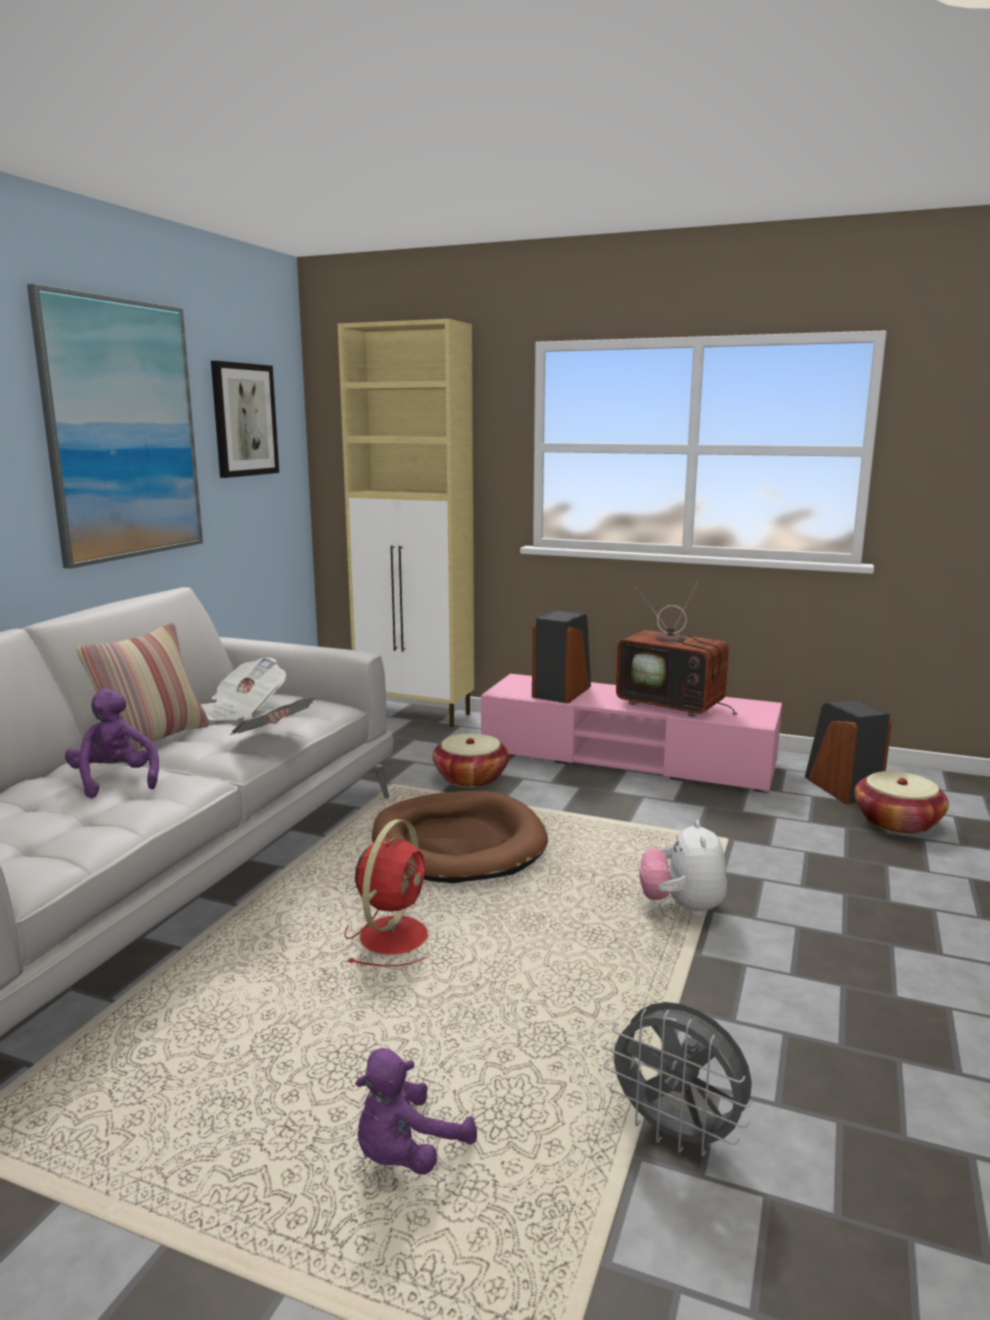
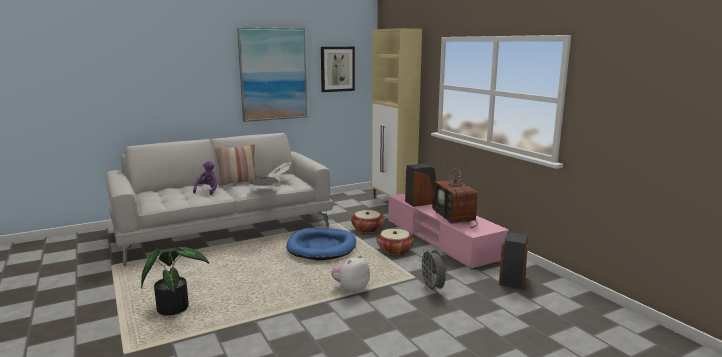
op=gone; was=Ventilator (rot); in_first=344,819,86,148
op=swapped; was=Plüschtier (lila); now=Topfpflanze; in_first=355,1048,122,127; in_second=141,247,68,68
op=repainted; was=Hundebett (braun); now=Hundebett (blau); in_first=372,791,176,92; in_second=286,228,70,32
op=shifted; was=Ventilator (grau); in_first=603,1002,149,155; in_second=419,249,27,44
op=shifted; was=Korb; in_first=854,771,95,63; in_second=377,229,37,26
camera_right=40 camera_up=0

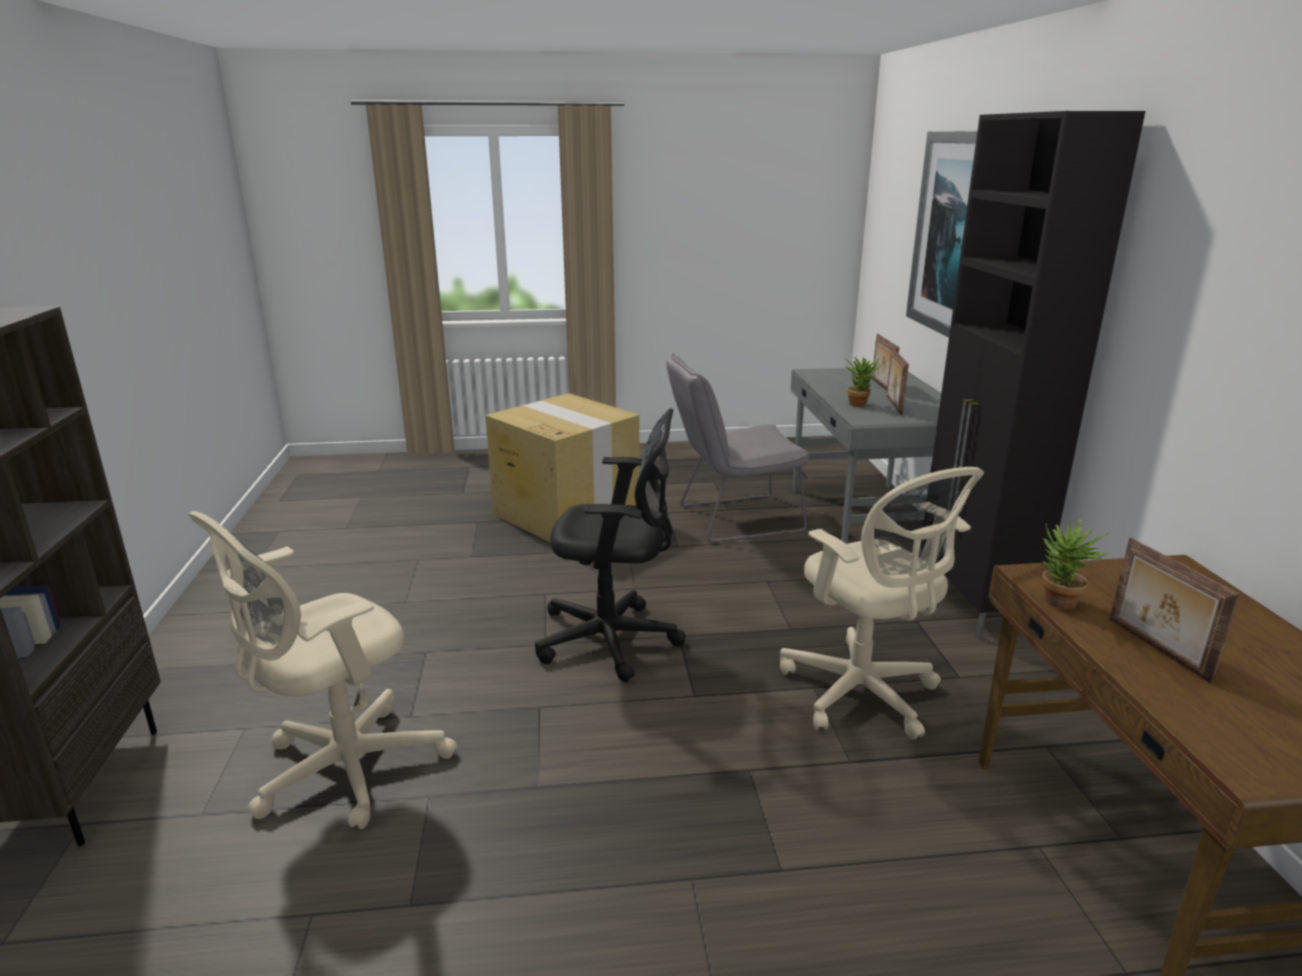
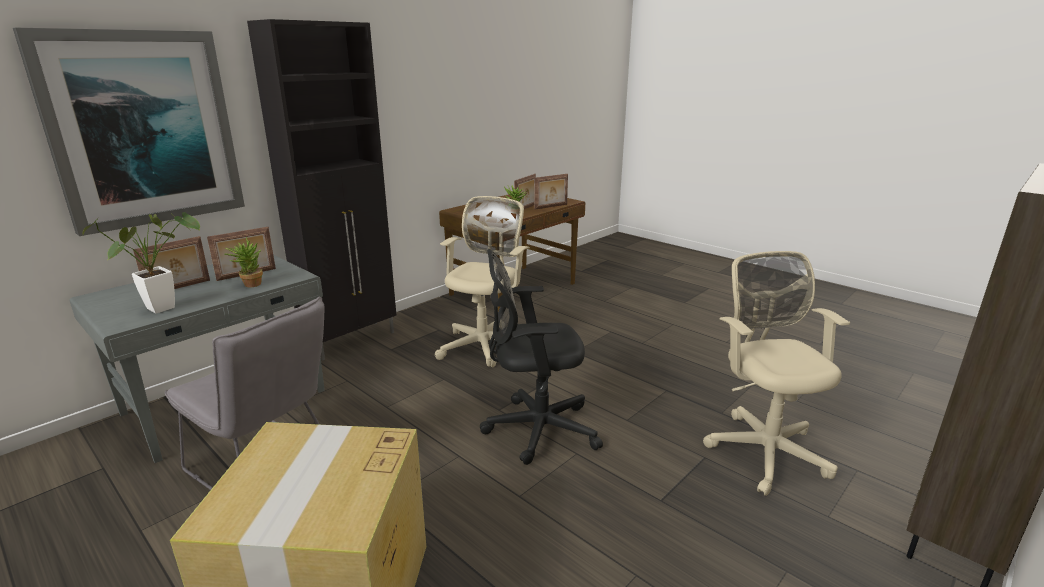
op=rotated; was=Bürostuhl (beige); in_first=188,511,269,318; in_second=703,251,147,245; clockwise=-105
op=rotated; was=Bürostuhl (schwarz); in_first=535,408,151,274; in_second=480,249,123,216; clockwise=-60
op=new; now=Topfpflanze; in_second=83,212,117,101
op=new; now=Bilderrahmen; in_second=534,174,34,36
camera_right=-130 camera_up=0

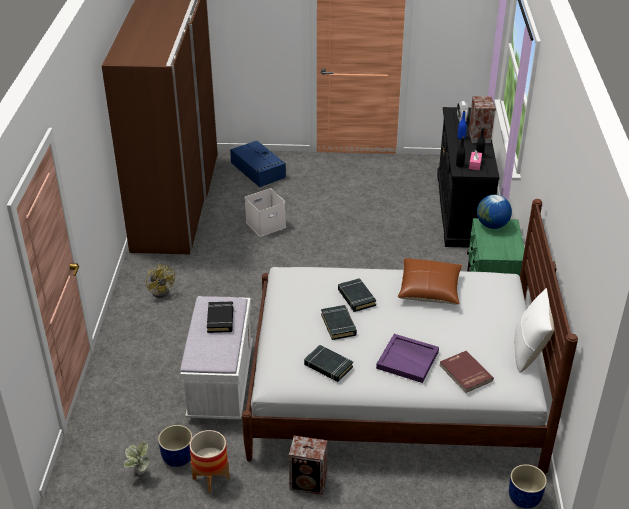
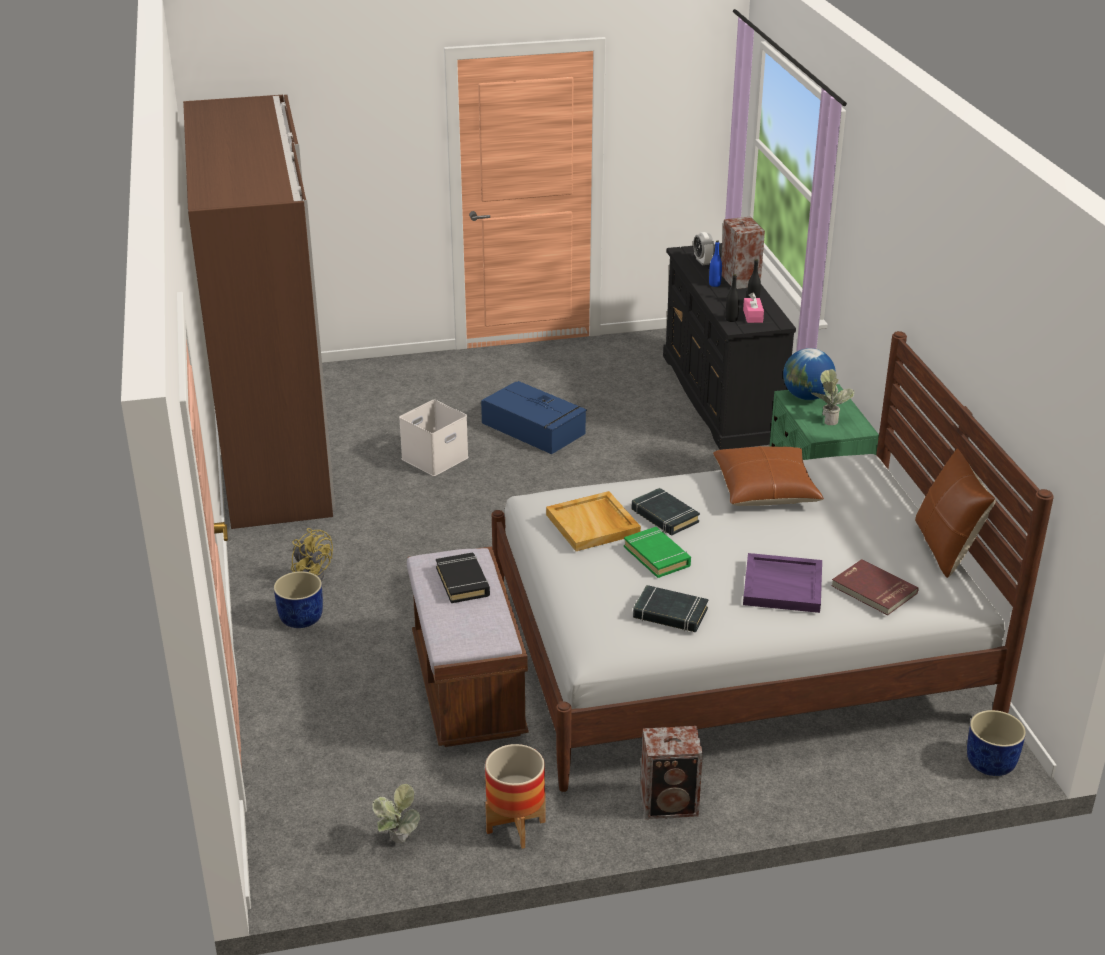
op=shifted; was=Pflanzkübel (blau); in_first=158,425,35,42; in_second=274,571,49,57
op=repainted; was=Bank (weiß); now=Bank (braun); in_first=180,296,73,123; in_second=407,546,121,201
op=shifted; was=Aufbewahrungsbox (blau); in_first=230,141,56,46; in_second=481,381,106,73
op=repainted; was=Buch (schwarz); now=Buch (grün); in_first=321,305,36,35; in_second=624,527,67,51
op=repainted; was=Kissen (weiß); now=Kissen (braun); in_first=514,288,40,85; in_second=915,449,81,129
op=new; now=Tablett (beige); in_second=546,491,95,60
op=new; now=Topfpflanze; in_second=810,369,45,56
camera_right=-15 camera_up=-5

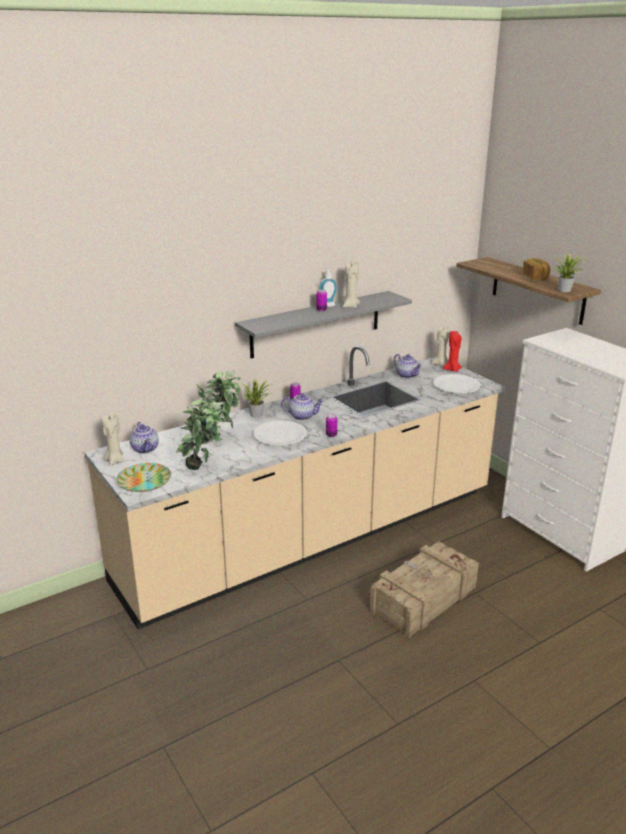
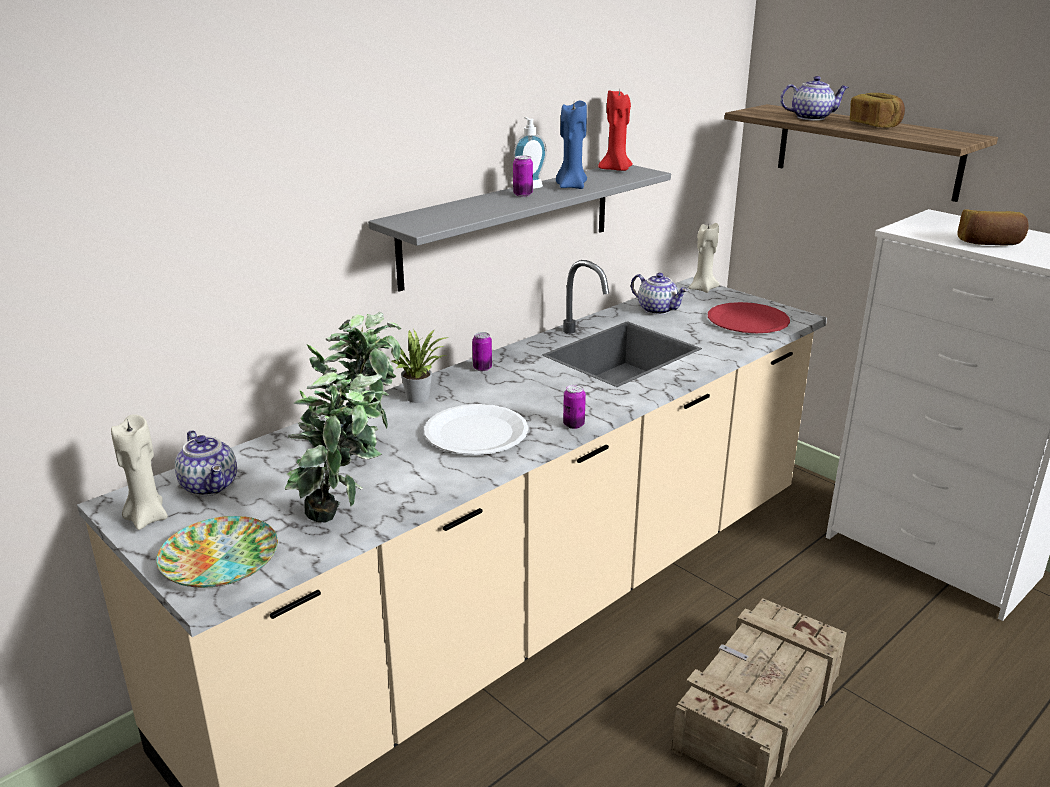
op=shifted; was=Teekanne; in_first=281,393,43,27; in_second=780,76,69,45
op=repainted; was=Kerze (beige); now=Kerze (blau); in_first=343,261,17,47; in_second=556,101,31,88
op=repainted; was=Teller (weiß); now=Teller (rot); in_first=433,374,47,19; in_second=708,302,82,31
op=shifted; was=Kerze (rot); in_first=443,331,19,41; in_second=598,90,35,81
op=gone; was=Topfpflanze; in_first=554,253,31,39
op=new; now=Brot; in_second=957,209,72,36
camera_right=-10 camera_up=0

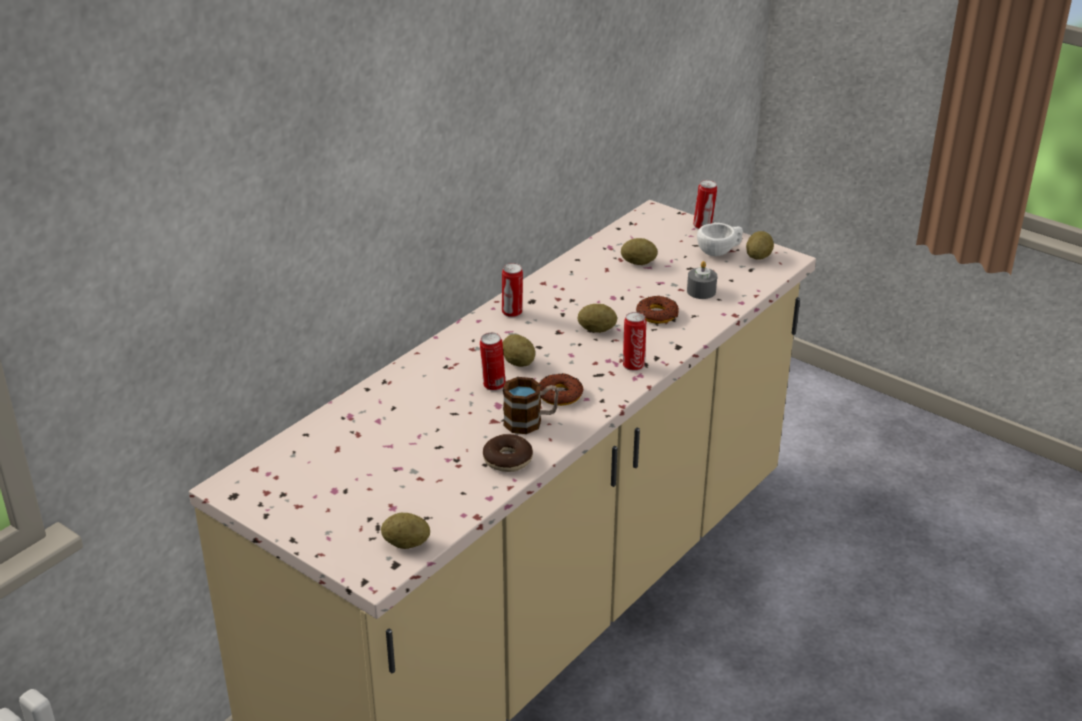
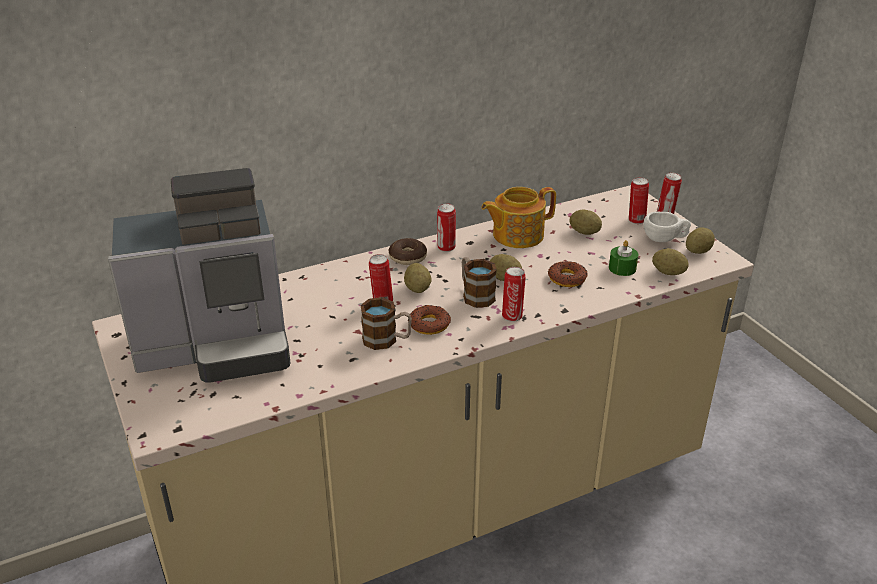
op=shifted; was=Kartoffel; in_first=381,513,49,36; in_second=652,248,36,27
op=shifted; was=Donut; in_first=483,434,50,38; in_second=389,238,38,27
op=repainted; was=Kerze (grau); now=Kerze (grün); in_first=687,261,30,38; in_second=609,240,29,36
op=new; now=Kaffeemaschine; in_second=108,168,183,214
op=new; now=Henkelbecher; in_second=462,257,35,51
op=new; now=Teekanne; in_second=481,187,75,61
op=new; now=Dose; in_second=629,177,20,47
camera_right=25 camera_up=0

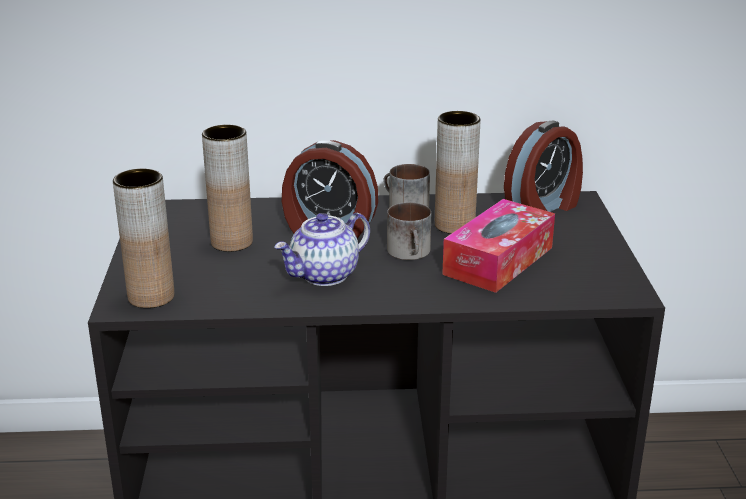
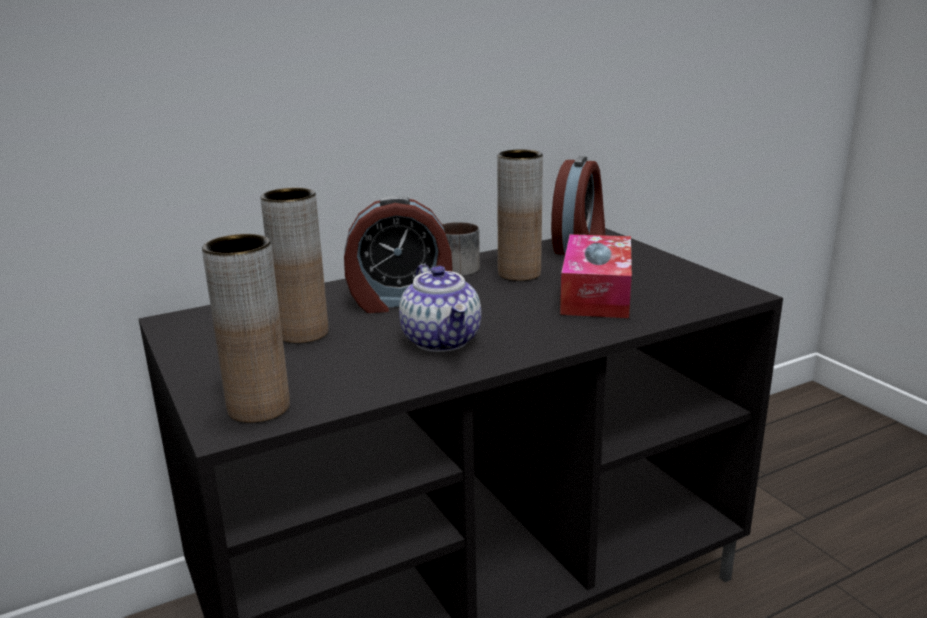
op=rotated; was=Teekanne; in_first=274,213,96,73; in_second=399,264,82,88; clockwise=-45
op=gone; was=Henkelbecher; in_first=387,202,44,58
camera_right=-25 camera_up=-5

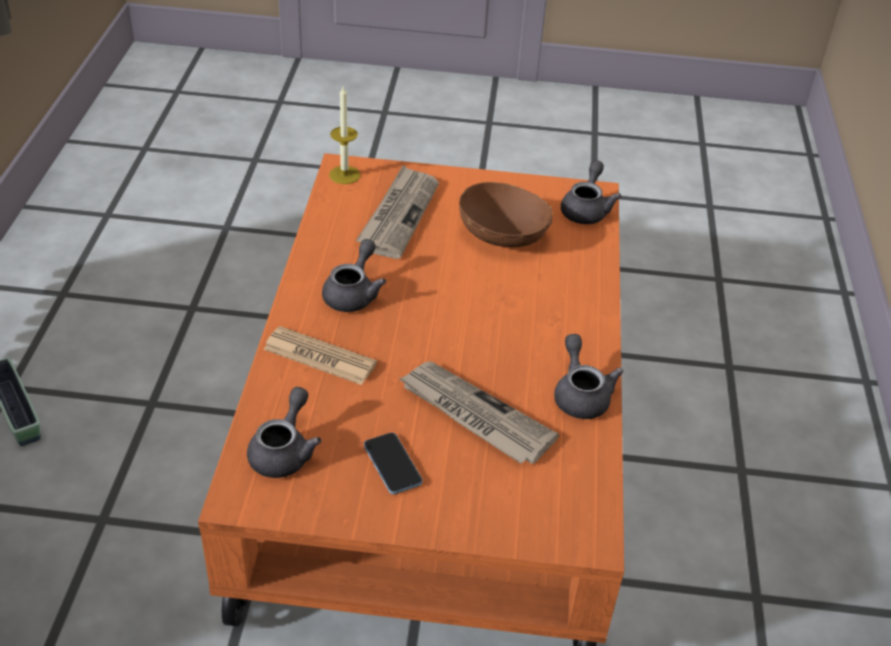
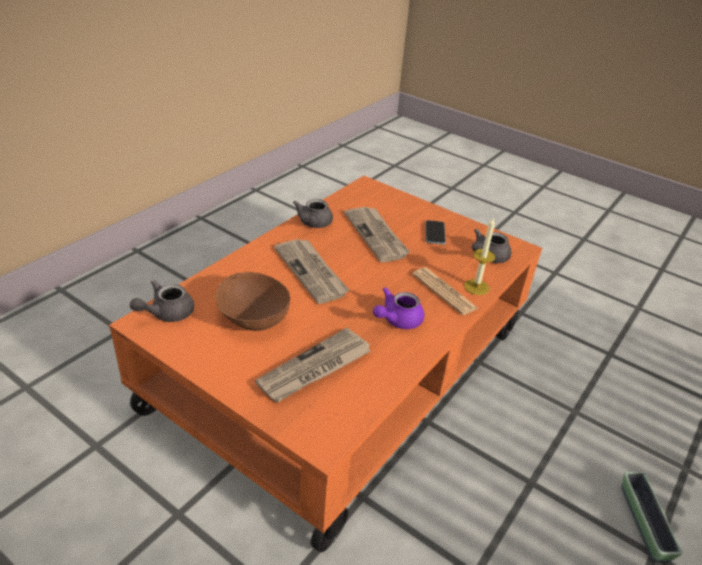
op=repainted; was=Teekanne (grau); now=Teekanne (lila); in_first=322,239,64,73; in_second=373,287,51,42
op=shifted; was=Kerze; in_first=329,86,31,98; in_second=464,217,32,78
op=new; now=Zeitung; in_second=274,239,76,65
camera_right=-150 camera_up=-5

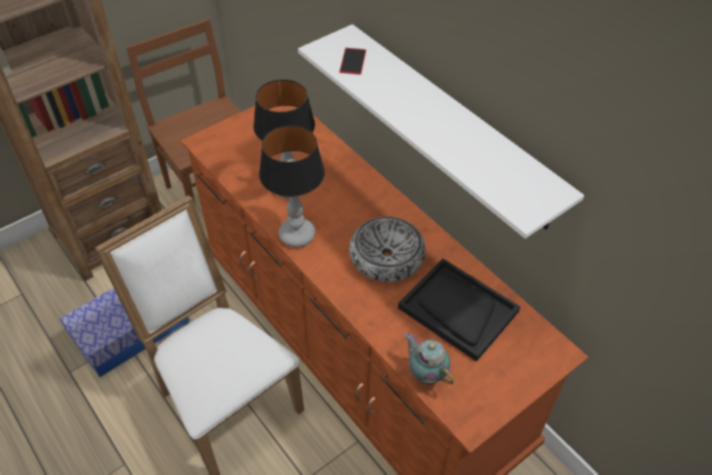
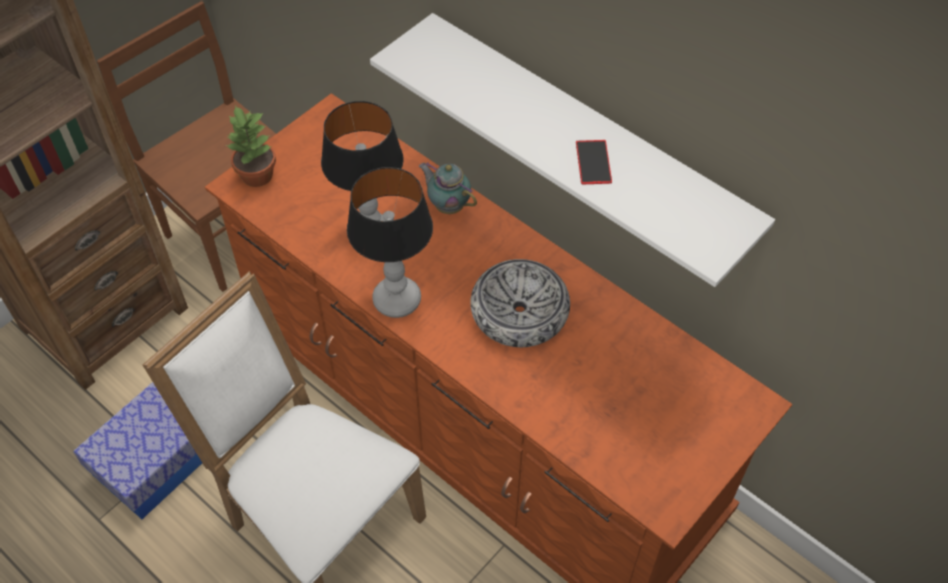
op=shifted; was=Handy; in_first=340,48,26,27; in_second=576,140,36,44
op=gone; was=Tablett (schwarz); in_first=398,258,122,104
op=shifted; was=Teekanne; in_first=404,333,50,52; in_second=419,162,58,52
op=new; now=Topfpflanze; in_second=225,106,51,81
camera_right=-10 camera_up=5

